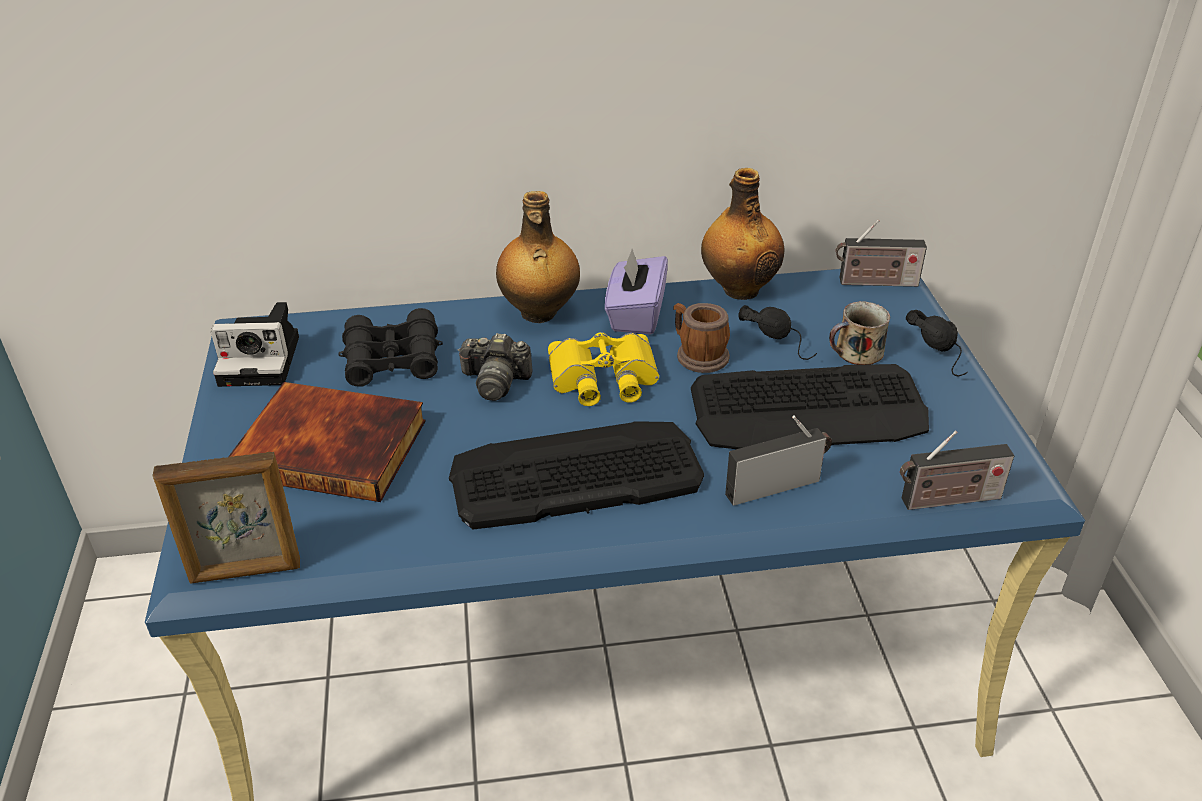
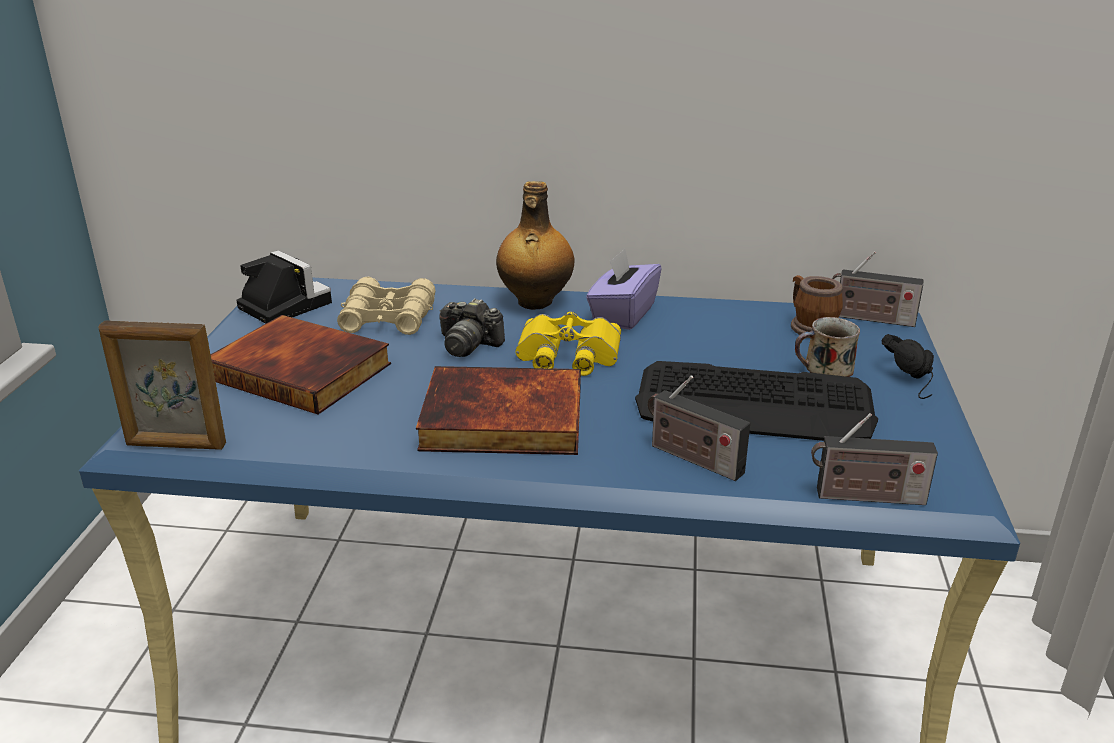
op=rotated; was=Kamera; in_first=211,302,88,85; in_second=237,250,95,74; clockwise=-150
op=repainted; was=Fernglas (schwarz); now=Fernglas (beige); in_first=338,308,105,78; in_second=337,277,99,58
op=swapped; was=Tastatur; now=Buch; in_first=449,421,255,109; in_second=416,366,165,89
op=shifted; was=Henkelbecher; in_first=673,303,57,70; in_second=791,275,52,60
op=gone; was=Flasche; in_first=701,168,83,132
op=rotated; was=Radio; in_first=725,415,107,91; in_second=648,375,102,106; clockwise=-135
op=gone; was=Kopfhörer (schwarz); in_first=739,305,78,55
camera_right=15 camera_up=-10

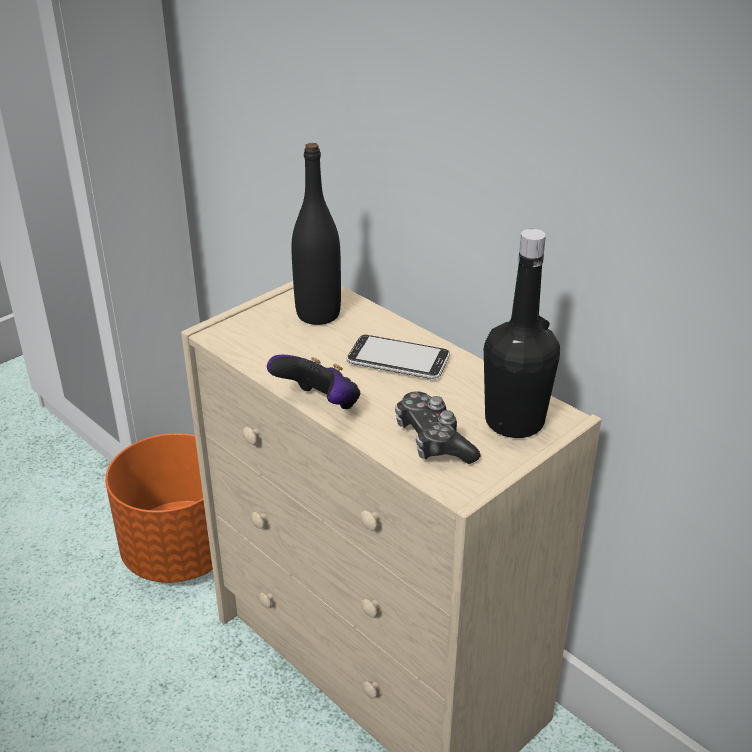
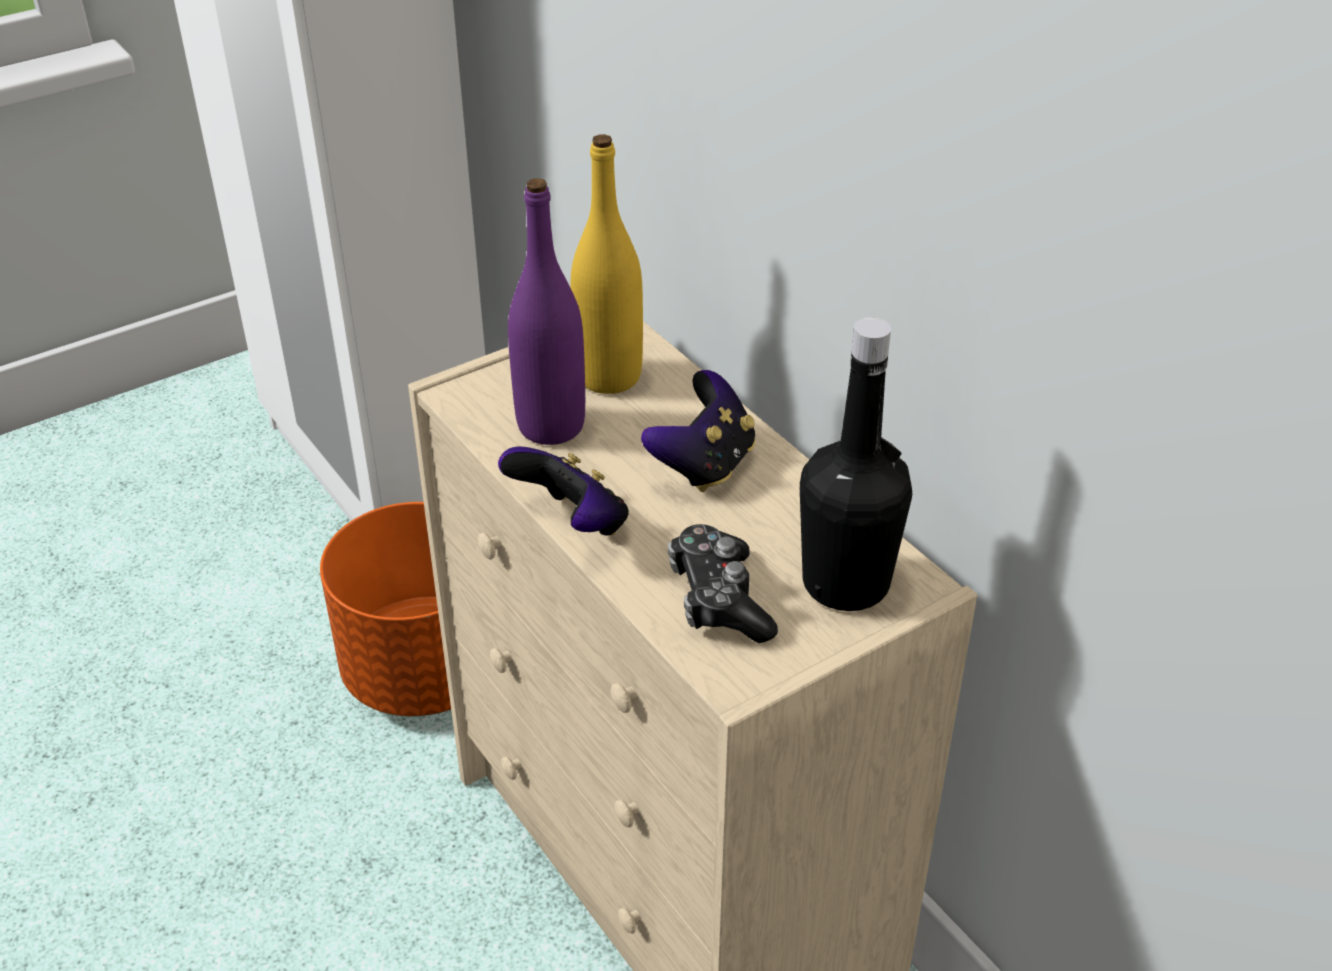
op=repainted; was=Flasche (schwarz); now=Flasche (gelb); in_first=291,143,50,182; in_second=571,134,72,260
op=swapped; was=Handy; now=Gamepad; in_first=347,335,103,45; in_second=641,370,114,122
op=new; now=Flasche (lila); in_second=508,178,77,267
camera_right=10 camera_up=5

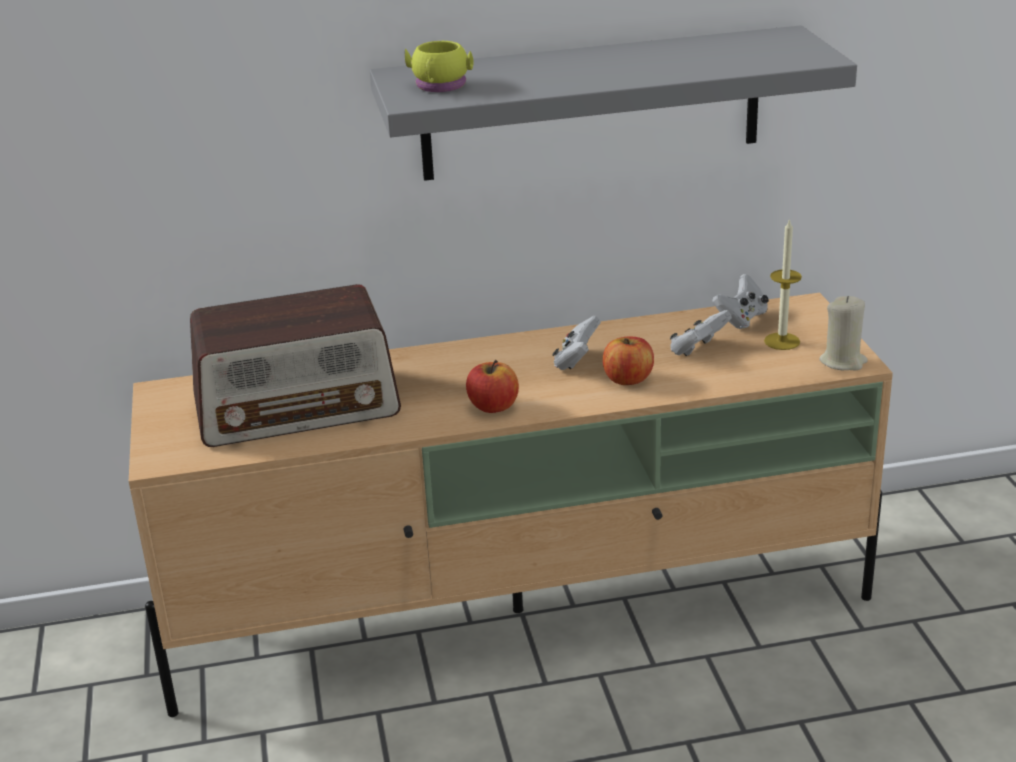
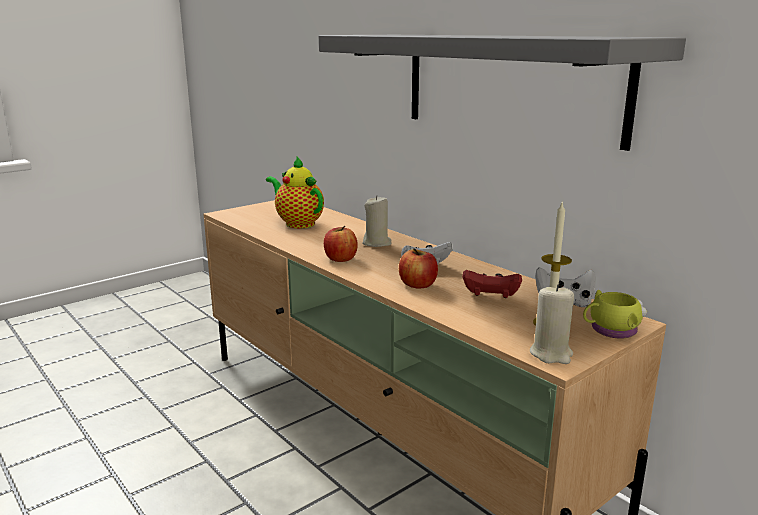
op=swapped; was=Radio; now=Teekanne; in_first=190,284,211,163; in_second=266,157,58,71
op=shifted; was=Henkelbecher (gelb); in_first=405,41,69,51; in_second=583,290,64,48
op=repainted; was=Gamepad (weiß); now=Gamepad (rot); in_first=670,310,62,46; in_second=462,270,60,28
op=new; now=Kerze (beige); in_second=362,195,30,52
camera_right=60 camera_up=-10

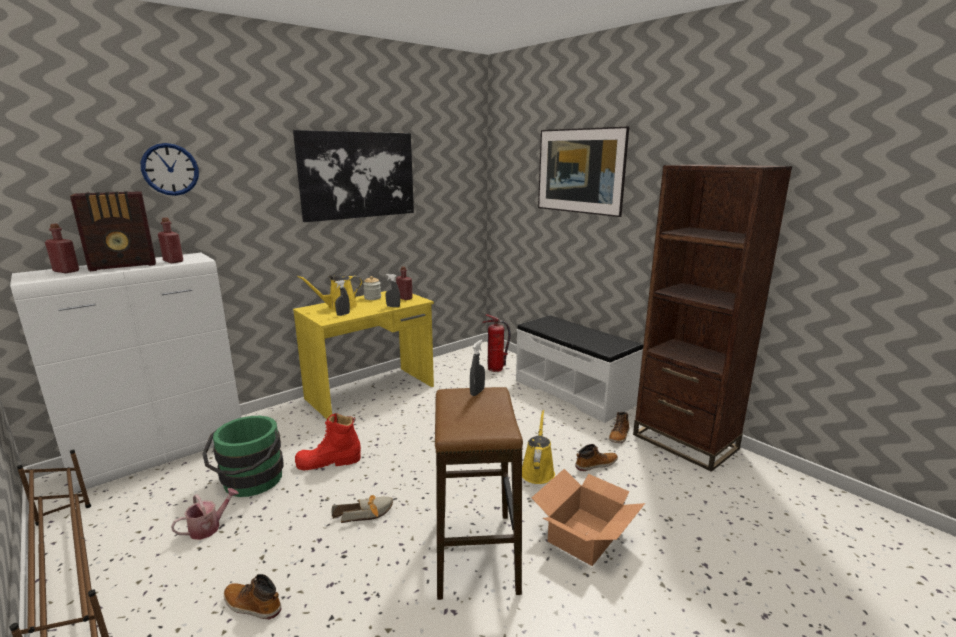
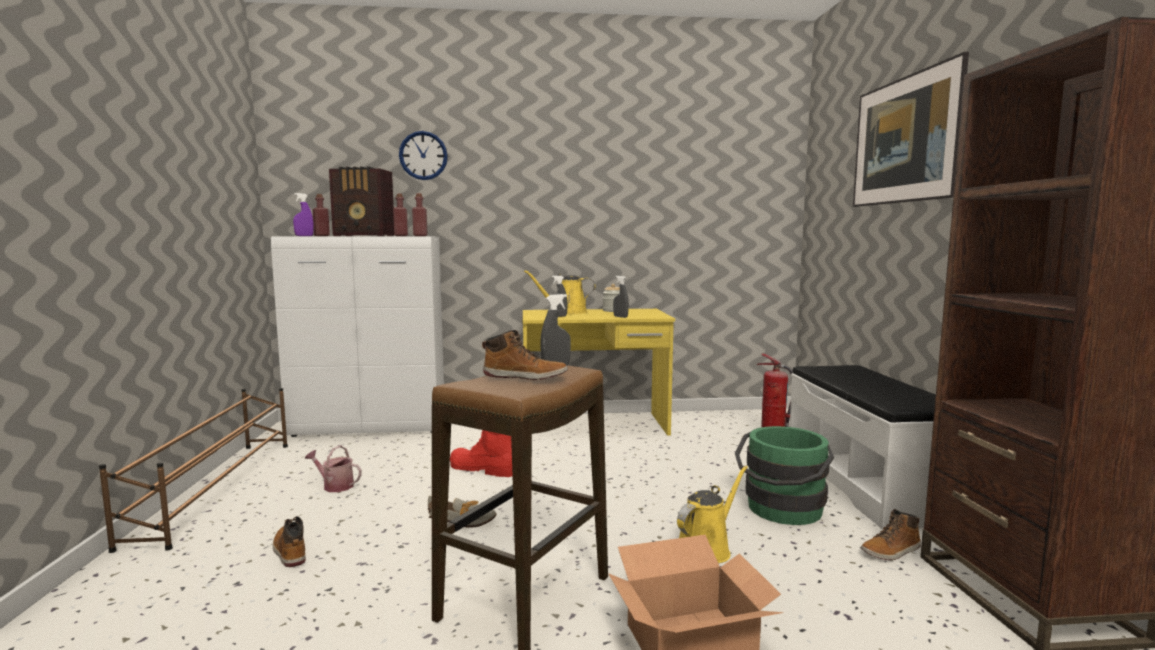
op=rotated; was=Gießkanne; in_first=171,488,68,52; in_second=305,445,57,47; clockwise=-150
op=shifted; was=Eimer (grün); in_first=202,416,82,81; in_second=735,426,99,99
op=gone; was=Bild; in_first=293,130,121,92
op=shifted; was=Flasche (rot); in_first=396,266,17,34; in_second=412,193,16,43
op=shifted; was=Stiefel; in_first=575,444,43,27; in_second=482,330,86,50
op=new; now=Sprühflasche (lila); in_second=293,193,21,43
camera_right=35 camera_up=-10

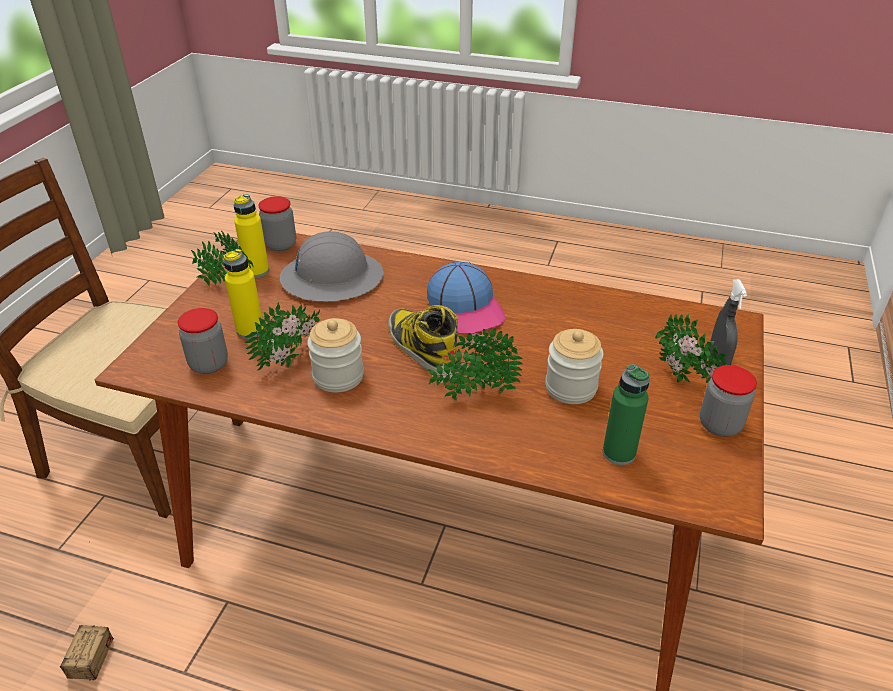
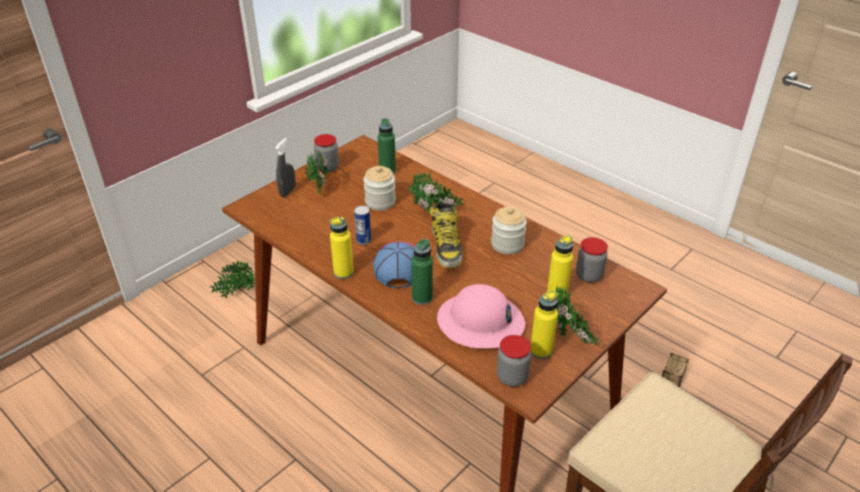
op=shifted; was=Topfpflanze; in_first=245,302,75,68; in_second=210,261,45,37
op=repainted; was=Schutzhelm (grau); now=Schutzhelm (rosa); in_first=279,231,105,71; in_second=437,284,88,65
op=new; now=Flasche (gelb); in_second=330,217,24,62
op=new; now=Dose; in_second=354,206,17,39
op=new; now=Flasche (grün); in_second=411,239,22,66
camera_right=-155 camera_up=0

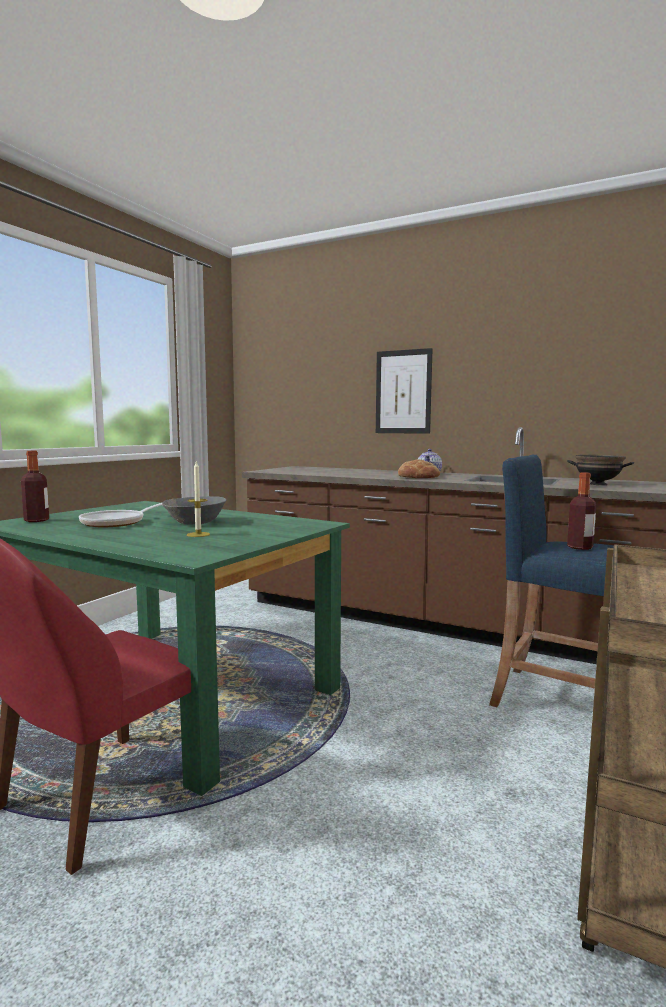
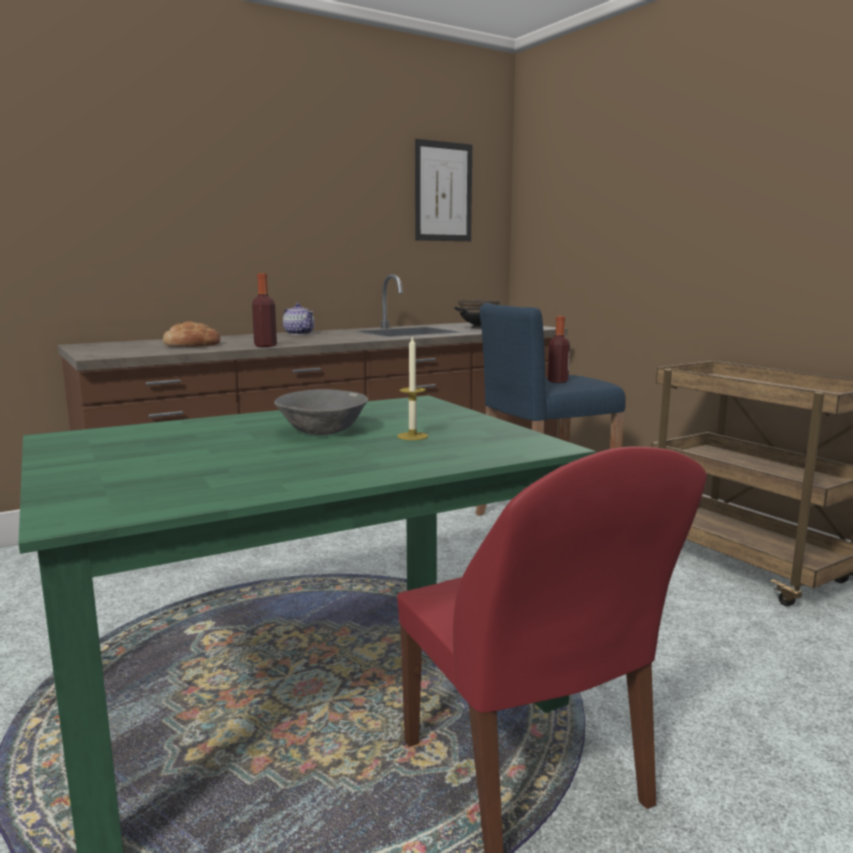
op=shifted; was=Flasche; in_first=21,451,28,71; in_second=252,273,25,74
op=gone; was=Pfanne; in_first=79,503,83,24
op=shifted; was=Bild; in_first=376,348,57,86; in_second=415,139,57,102
op=shifted; was=Brot; in_first=398,459,42,19; in_second=163,322,57,25
camera_right=-60 camera_up=5

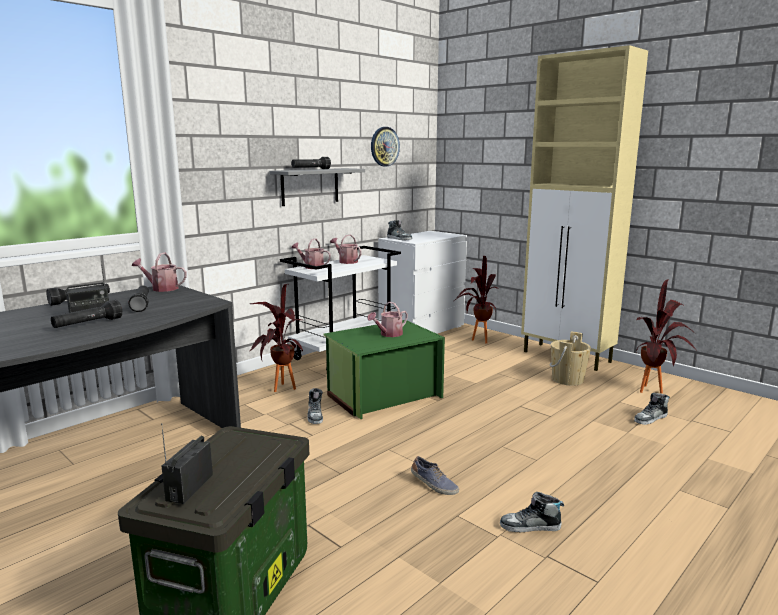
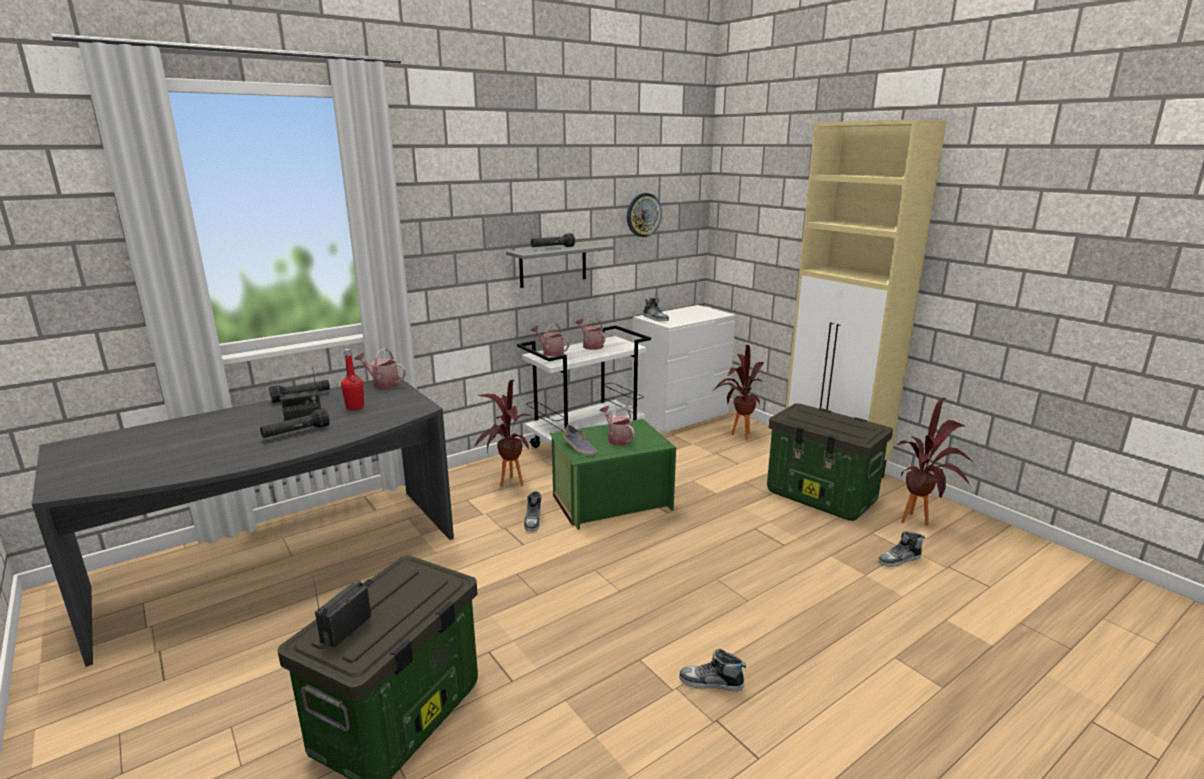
op=swapped; was=Taschenlampe (schwarz); now=Flasche (rot); in_first=128,286,21,26; in_second=341,349,23,61
op=rotated; was=Gießkanne; in_first=367,302,41,35; in_second=600,406,35,40; clockwise=90
op=shifted; was=Schuh; in_first=411,456,48,39; in_second=563,424,34,32
op=swapped; was=Eimer (beige); now=Aufbewahrungsbox; in_first=550,332,41,54; in_second=767,403,126,118
camera_right=10 camera_up=5

